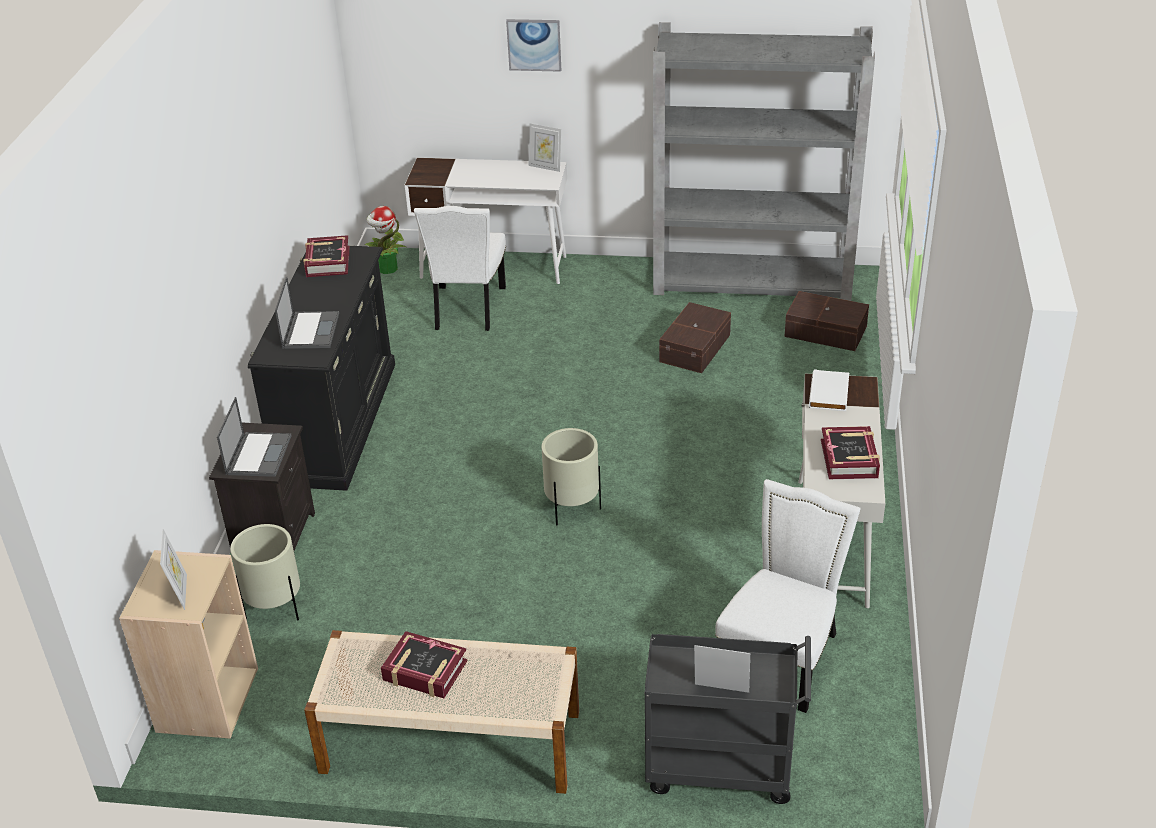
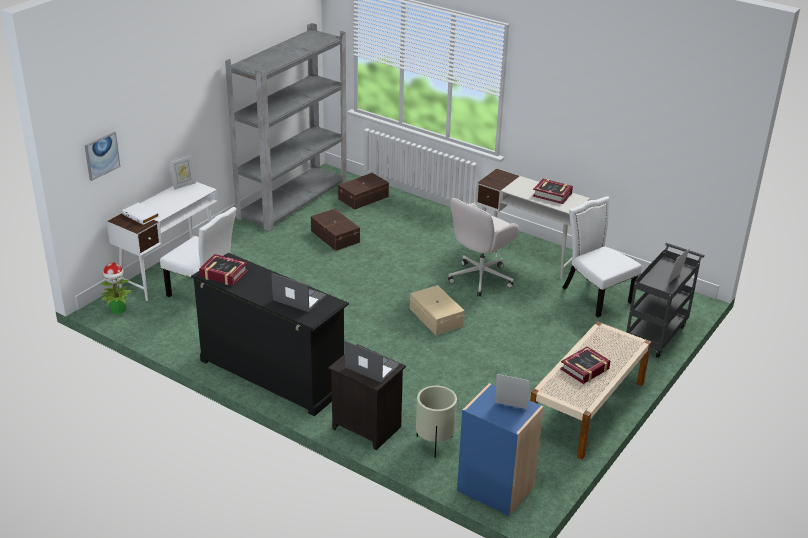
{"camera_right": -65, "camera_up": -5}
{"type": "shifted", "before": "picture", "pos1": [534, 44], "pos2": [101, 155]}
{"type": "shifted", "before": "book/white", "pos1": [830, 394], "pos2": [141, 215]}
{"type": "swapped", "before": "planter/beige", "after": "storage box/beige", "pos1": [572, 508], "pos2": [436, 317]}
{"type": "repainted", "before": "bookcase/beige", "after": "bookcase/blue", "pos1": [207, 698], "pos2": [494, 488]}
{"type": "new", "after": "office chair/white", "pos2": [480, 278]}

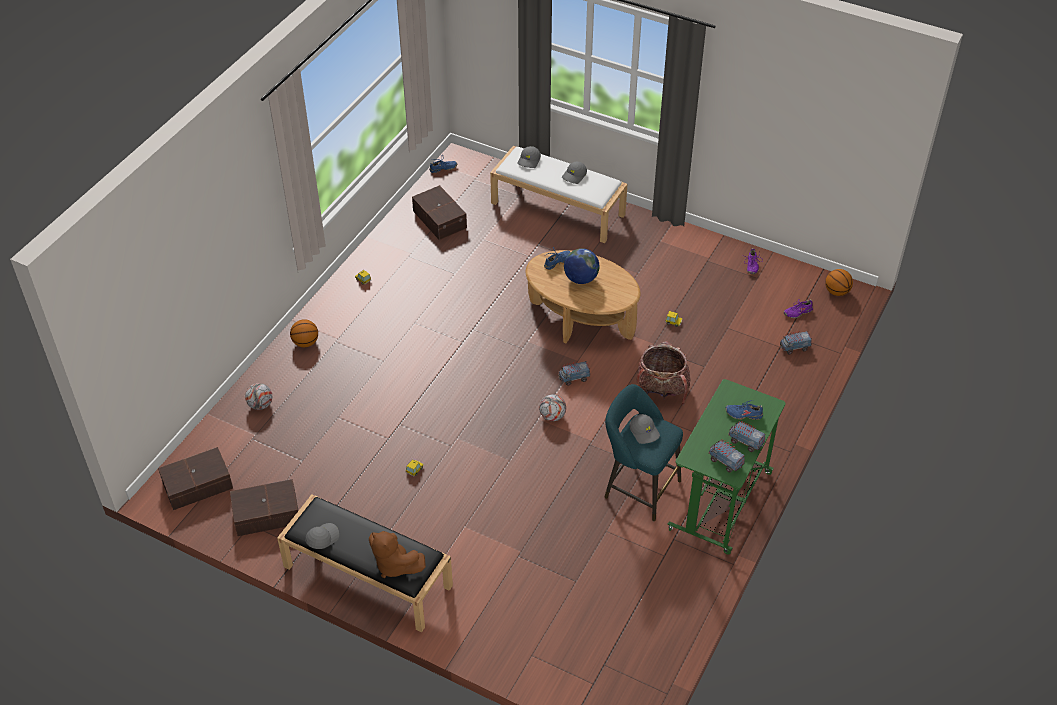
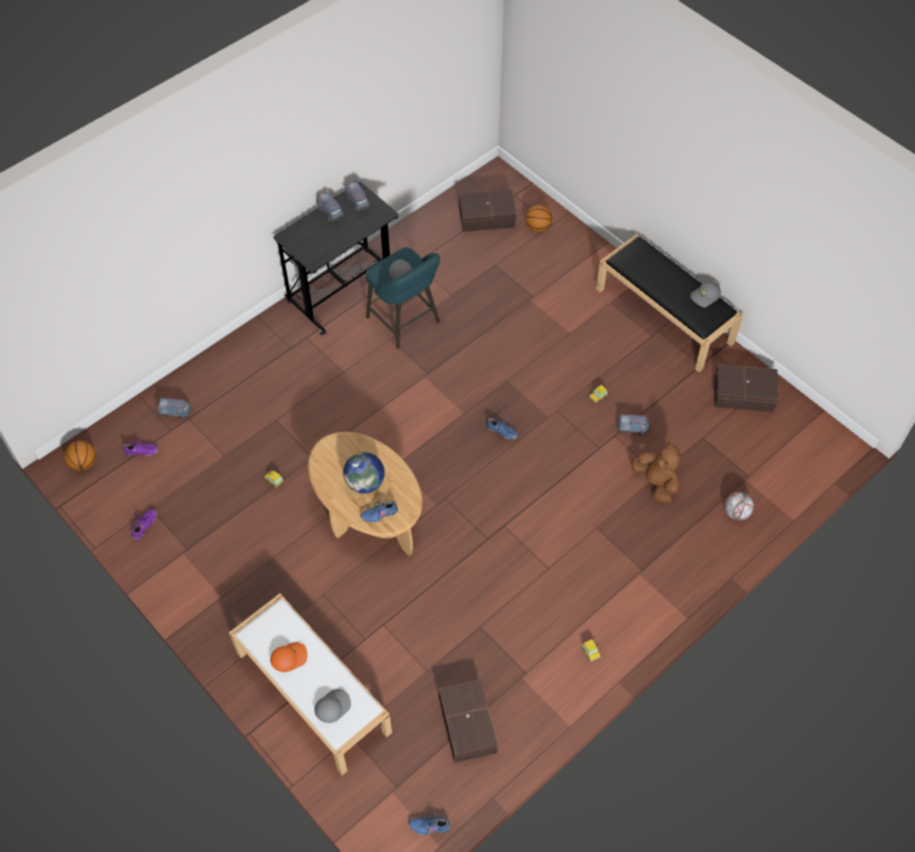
{"camera_right": -160, "camera_up": 10}
{"type": "repainted", "before": "cap/grey", "after": "cap/orange", "pos1": [574, 176], "pos2": [289, 657]}
{"type": "shifted", "before": "basketball", "pos1": [306, 343], "pos2": [537, 227]}
{"type": "gone", "before": "backpack", "pos1": [661, 391]}
{"type": "shifted", "before": "toy truck", "pos1": [574, 378], "pos2": [632, 428]}
{"type": "repainted", "before": "desk/green", "after": "desk/black", "pos1": [720, 501], "pos2": [344, 291]}
{"type": "gone", "before": "football", "pos1": [552, 416]}
{"type": "shifted", "before": "shoe/blue", "pos1": [743, 414], "pos2": [501, 431]}
{"type": "shifted", "before": "storage box/brown", "pos1": [198, 485], "pos2": [486, 216]}
{"type": "shifted", "before": "plush toy/brown", "pos1": [394, 565], "pos2": [656, 483]}

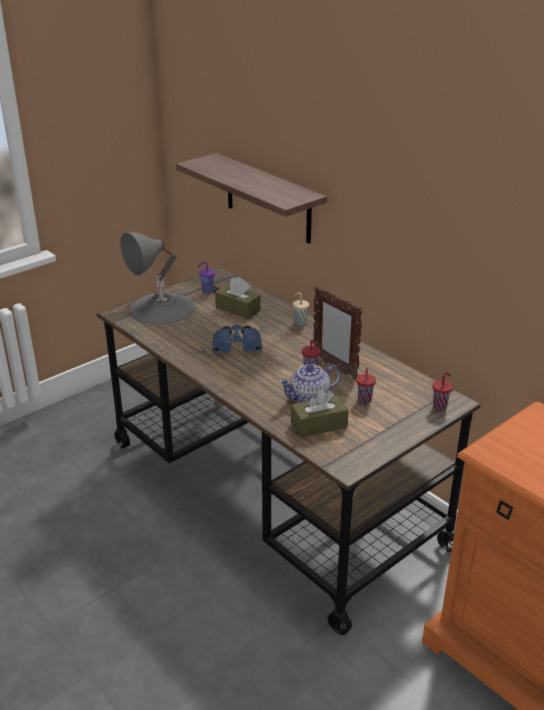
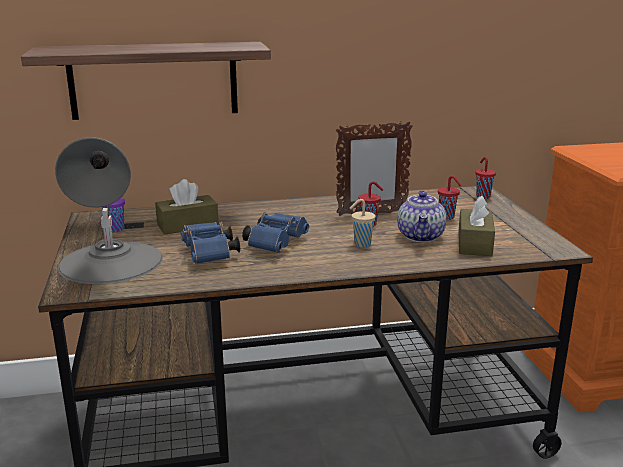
{"camera_right": -60, "camera_up": -10}
{"type": "shifted", "before": "cup/beige", "pos1": [299, 323], "pos2": [361, 244]}
{"type": "new", "after": "binoculars/blue", "pos2": [210, 255]}

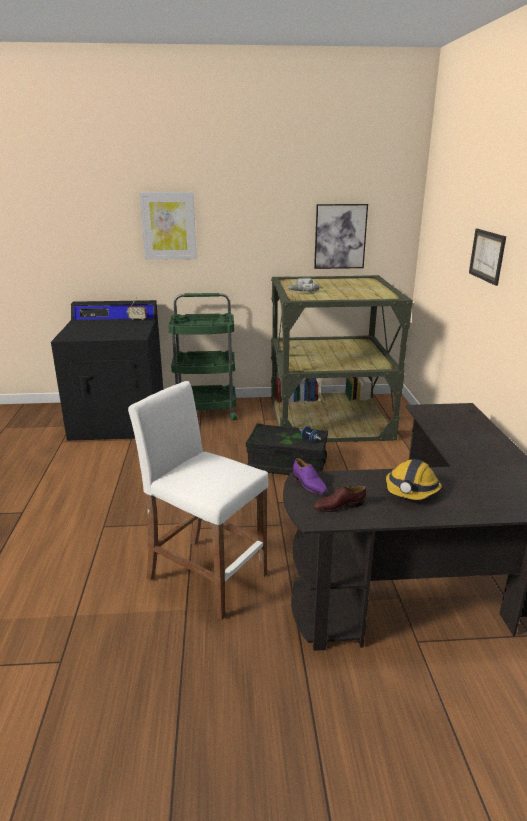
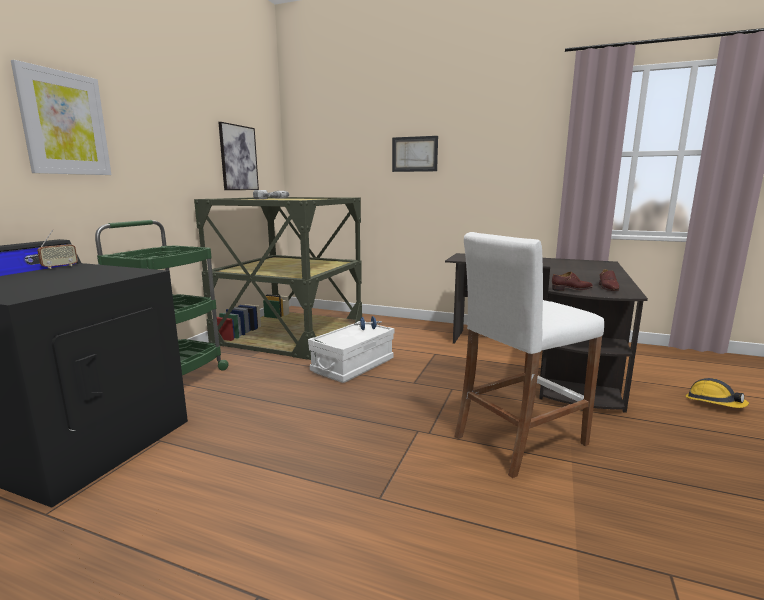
{"camera_right": -65, "camera_up": -10}
{"type": "repainted", "before": "storage box/black", "after": "storage box/white", "pos1": [287, 465], "pos2": [353, 365]}
{"type": "repainted", "before": "shoe/purple", "after": "shoe/brown", "pos1": [309, 484], "pos2": [572, 289]}
{"type": "shifted", "before": "hard hat", "pos1": [411, 490], "pos2": [714, 403]}

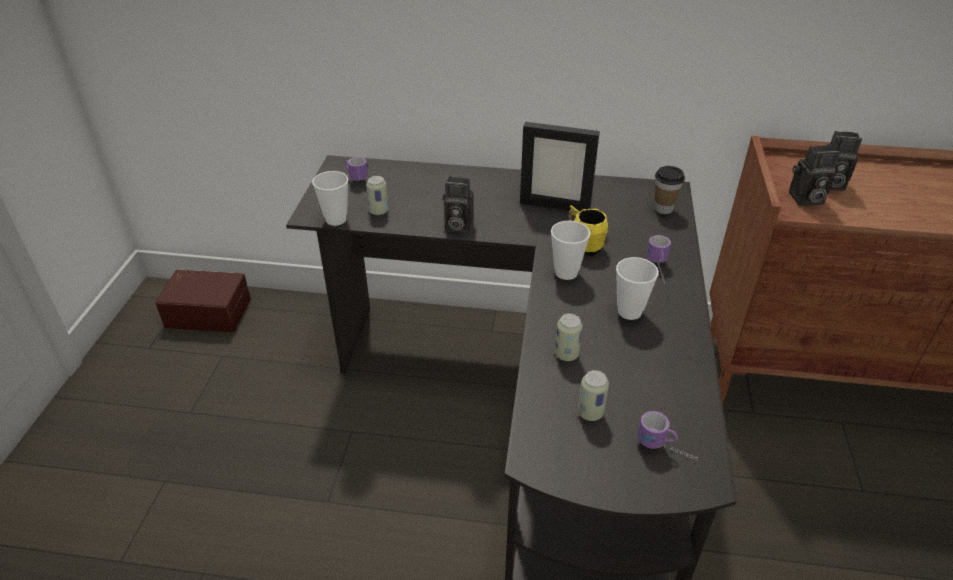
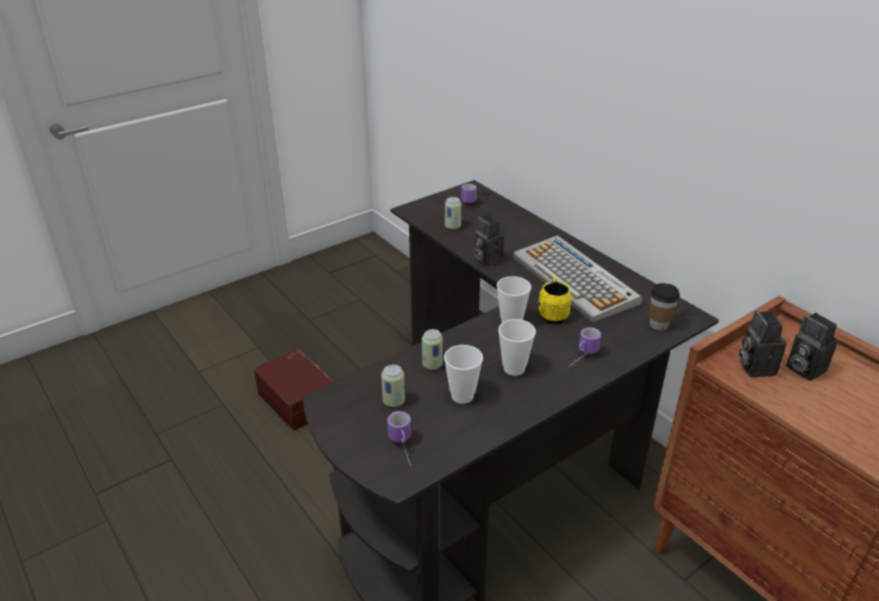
{"camera_right": 45, "camera_up": -5}
{"type": "swapped", "before": "picture frame", "after": "keyboard", "pos1": [555, 205], "pos2": [576, 280]}
{"type": "rotated", "before": "photo camera", "pos1": [805, 199], "pos2": [754, 366], "turn": 45}
{"type": "shifted", "before": "cup", "pos1": [336, 219], "pos2": [462, 396]}
{"type": "shifted", "before": "storage box/brown", "pos1": [209, 311], "pos2": [298, 399]}

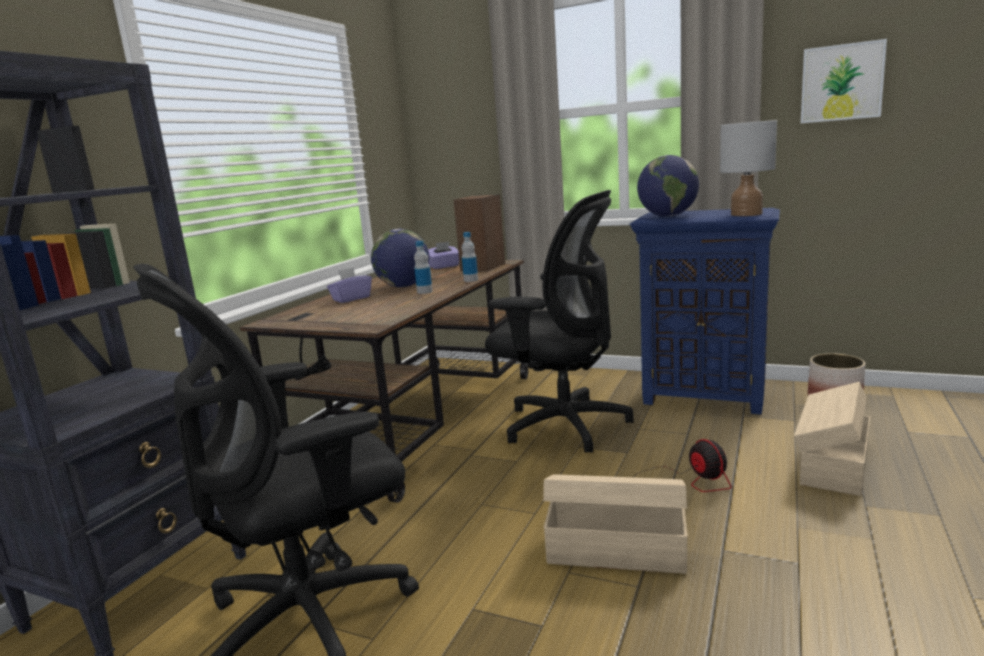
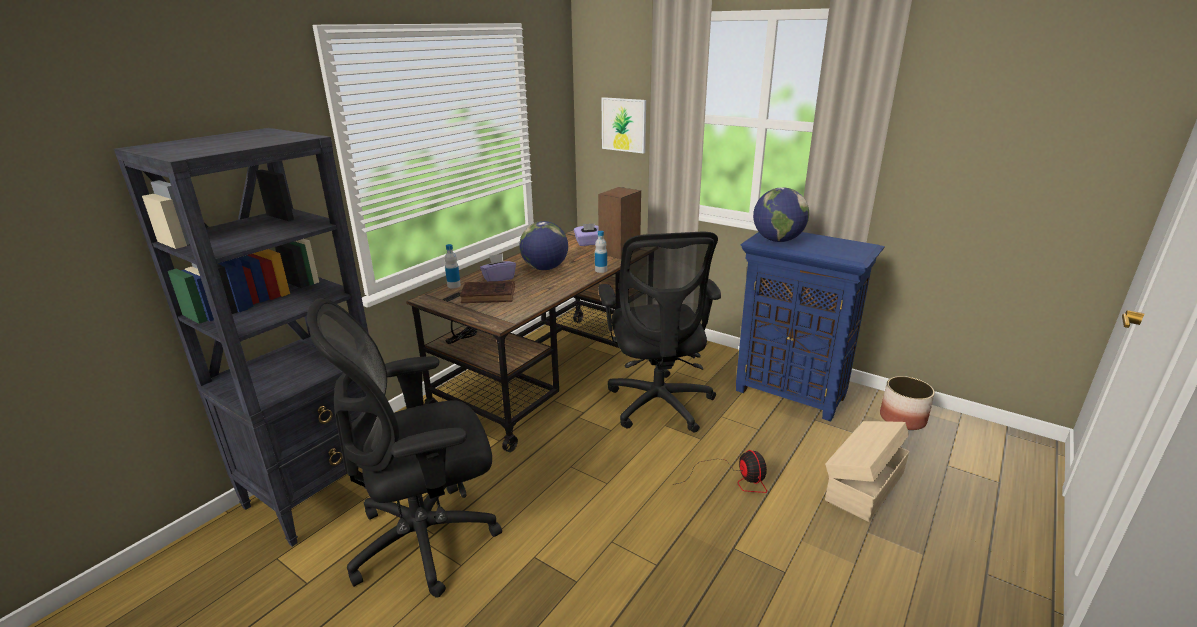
{"camera_right": 10, "camera_up": 10}
{"type": "shifted", "before": "picture", "pos1": [841, 82], "pos2": [624, 125]}
{"type": "gone", "before": "table lamp/grey", "pos1": [746, 214]}
{"type": "rotated", "before": "office chair/black", "pos1": [557, 425], "pos2": [656, 400], "turn": 45}
{"type": "shifted", "before": "bottle", "pos1": [424, 292], "pos2": [454, 285]}
{"type": "gone", "before": "storage box/beige", "pos1": [614, 548]}
{"type": "new", "after": "book/brown", "pos2": [490, 295]}

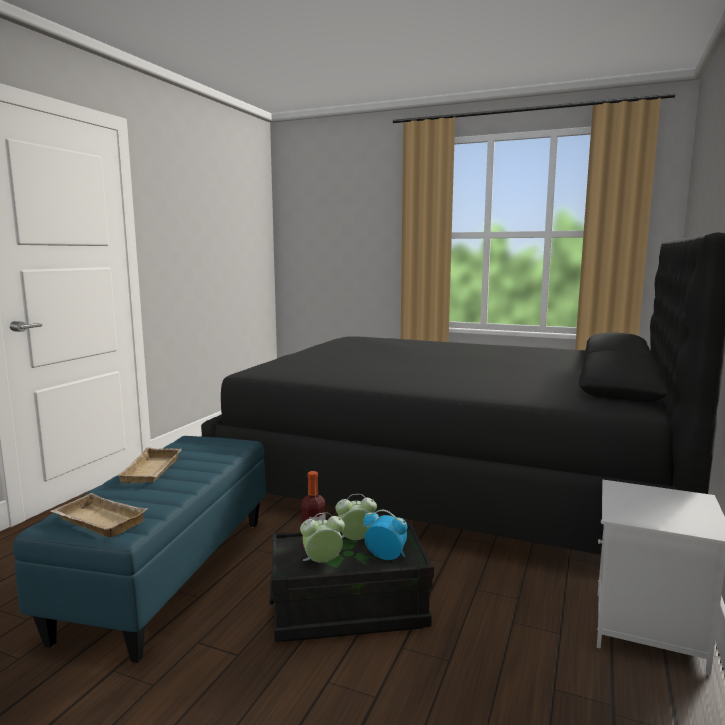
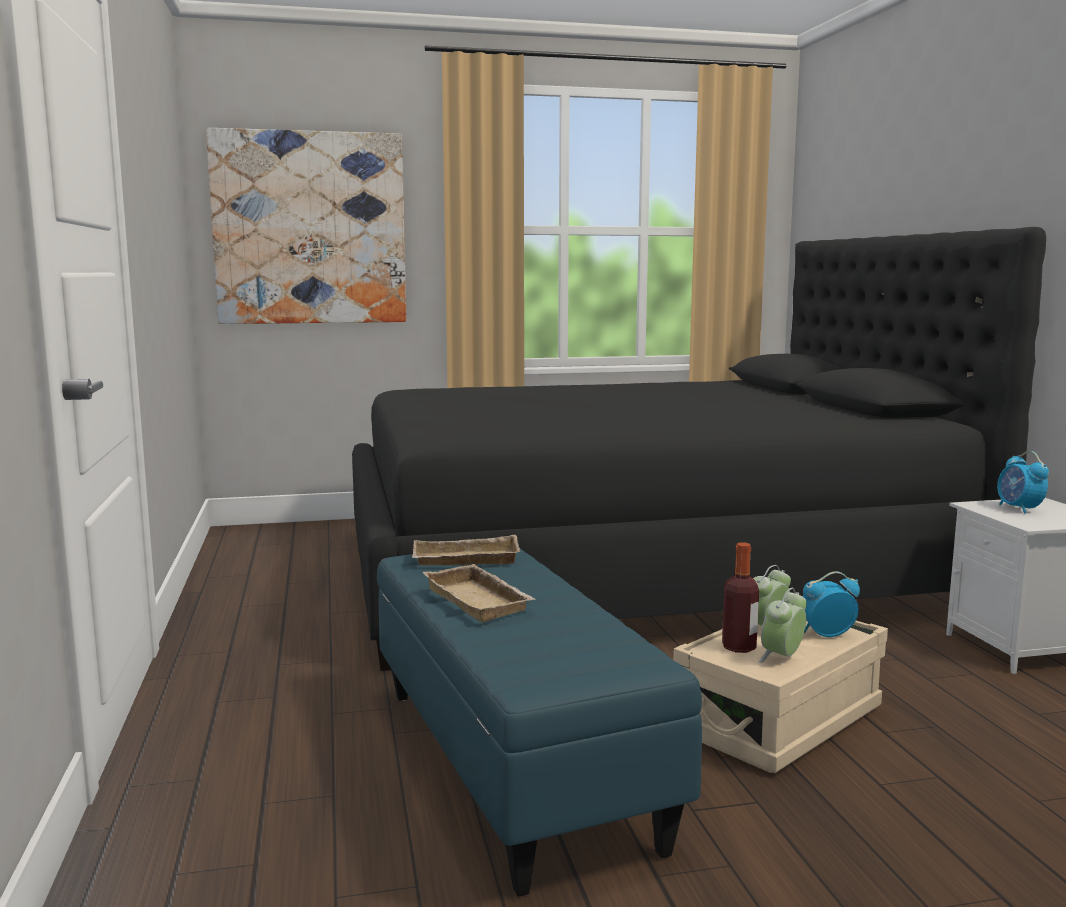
{"camera_right": -35, "camera_up": 0}
{"type": "shifted", "before": "tray/beige", "pos1": [97, 522], "pos2": [464, 560]}
{"type": "repainted", "before": "storage box/black", "after": "storage box/beige", "pos1": [348, 609], "pos2": [779, 721]}
{"type": "new", "after": "picture", "pos2": [310, 228]}
{"type": "new", "after": "alarm clock", "pos2": [1019, 509]}

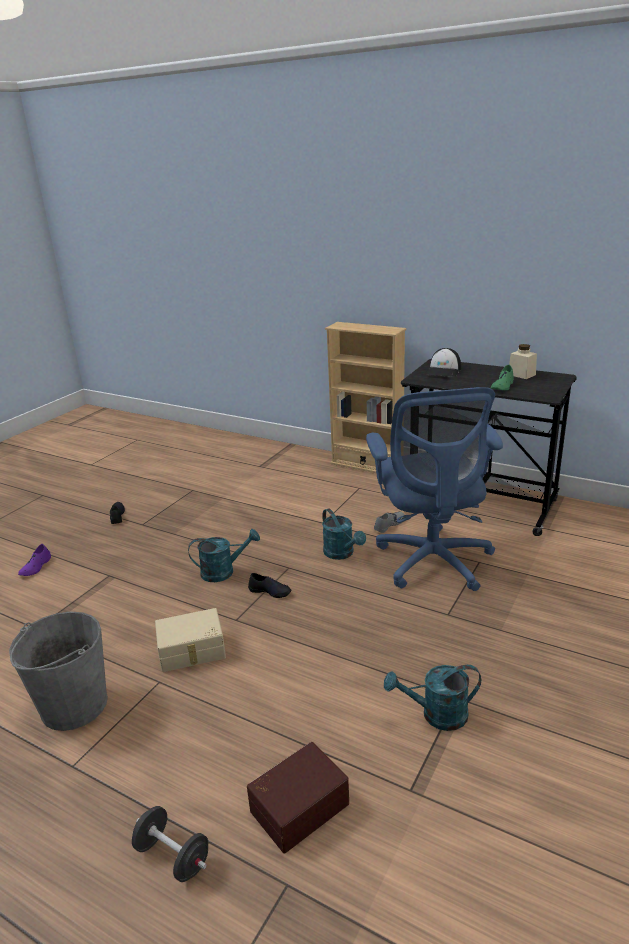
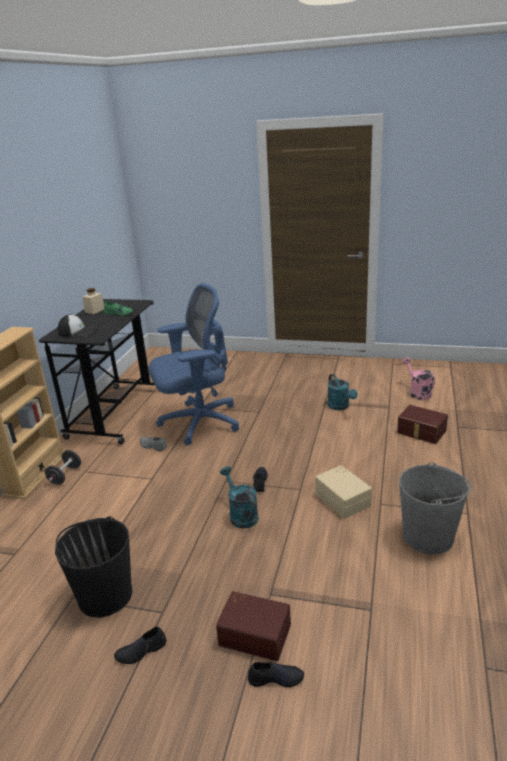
{"camera_right": -105, "camera_up": 0}
{"type": "gone", "before": "watering can/turquoise", "pos1": [342, 554]}
{"type": "repainted", "before": "shoe/purple", "after": "shoe/black", "pos1": [36, 567], "pos2": [276, 678]}
{"type": "shifted", "before": "dumbbell/black", "pos1": [173, 856], "pos2": [65, 475]}
{"type": "new", "after": "watering can/pink", "pos2": [417, 392]}
{"type": "new", "after": "bucket/black", "pos2": [105, 595]}
{"type": "new", "after": "storage box/brown", "pos2": [255, 633]}

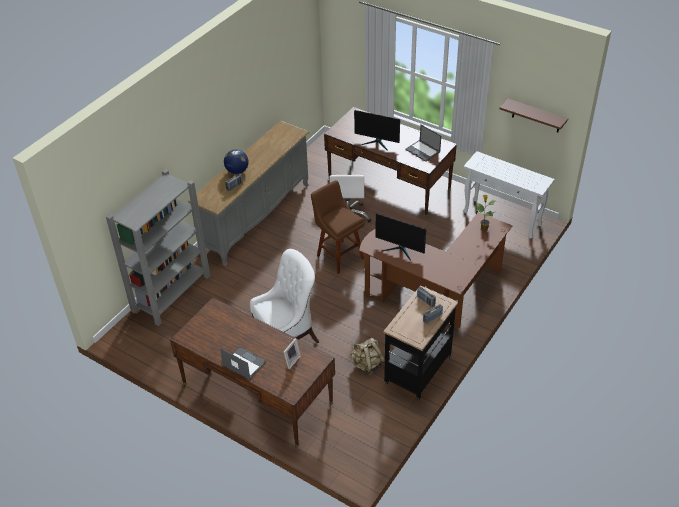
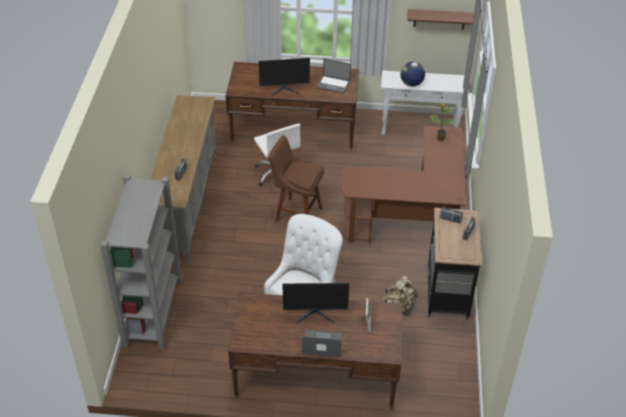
{"camera_right": -30, "camera_up": 0}
{"type": "shifted", "before": "globe", "pos1": [237, 171], "pos2": [411, 84]}
{"type": "shifted", "before": "monitor", "pos1": [400, 249], "pos2": [315, 313]}

